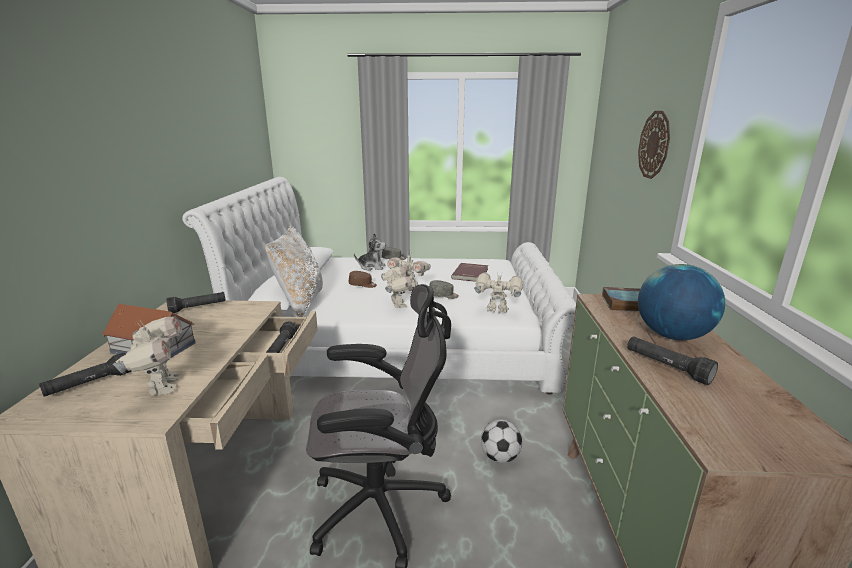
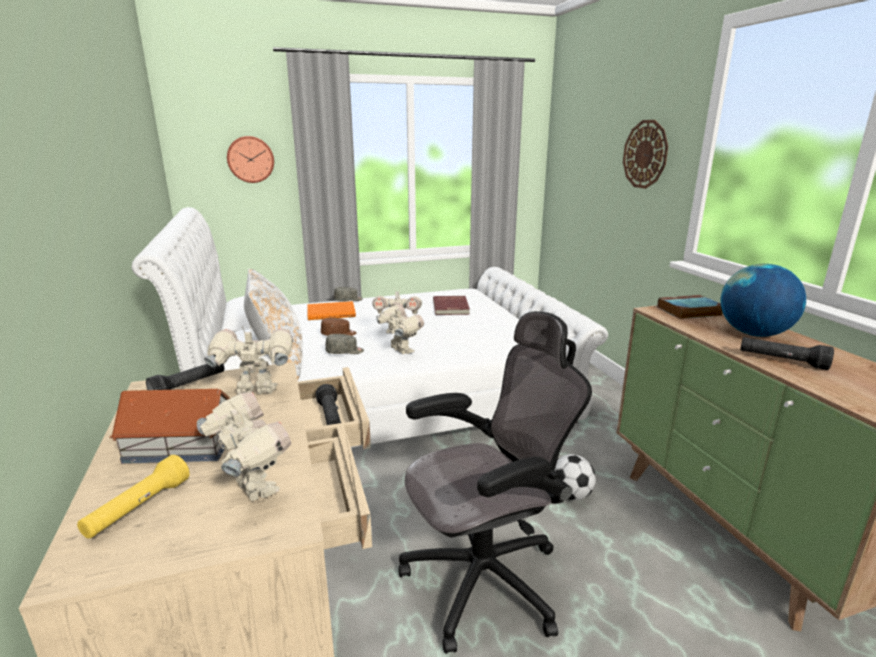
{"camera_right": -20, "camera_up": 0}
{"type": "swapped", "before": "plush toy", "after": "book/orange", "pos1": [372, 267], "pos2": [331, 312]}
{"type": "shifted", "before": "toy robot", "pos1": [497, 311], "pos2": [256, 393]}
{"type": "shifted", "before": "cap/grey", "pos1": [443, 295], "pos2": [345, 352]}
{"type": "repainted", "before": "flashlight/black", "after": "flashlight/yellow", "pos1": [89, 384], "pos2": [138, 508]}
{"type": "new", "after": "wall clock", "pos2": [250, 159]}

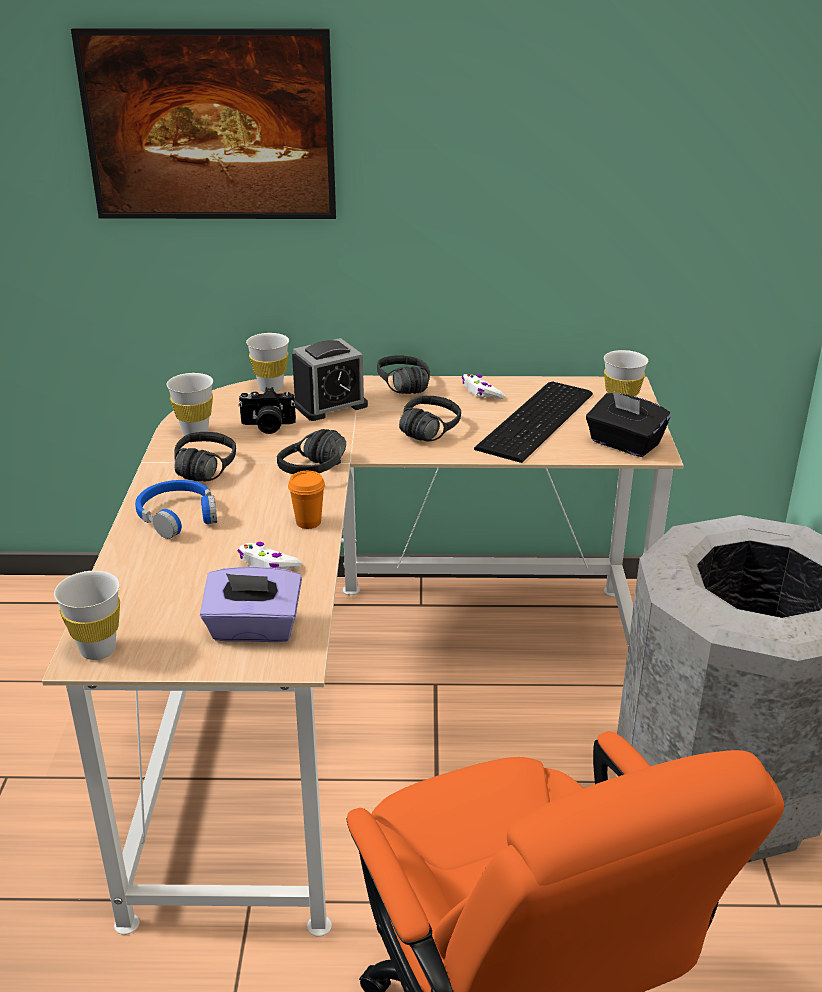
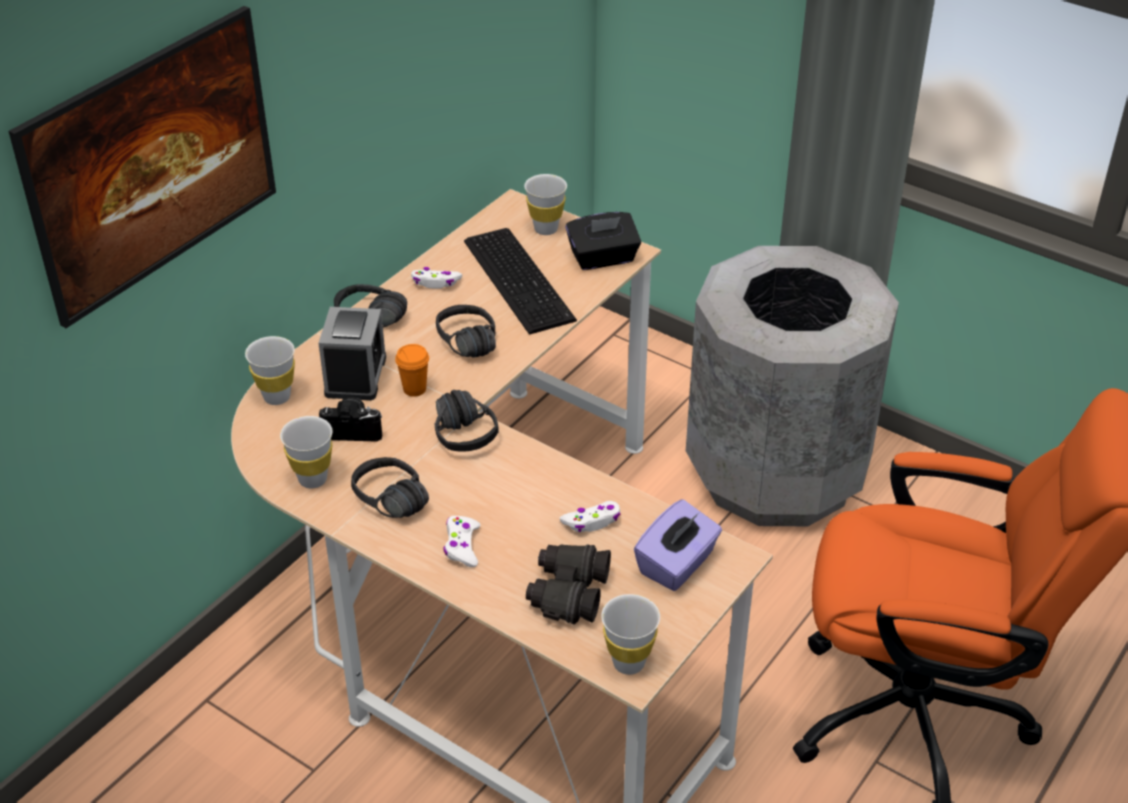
{"camera_right": -55, "camera_up": 10}
{"type": "rotated", "before": "photo camera", "pos1": [267, 426], "pos2": [354, 429], "turn": -120}
{"type": "shifted", "before": "cup/orange", "pos1": [308, 522], "pos2": [414, 389]}
{"type": "swapped", "before": "headphones/blue", "after": "game controller/white", "pos1": [178, 516], "pos2": [462, 546]}
{"type": "new", "after": "binoculars/black", "pos2": [567, 593]}

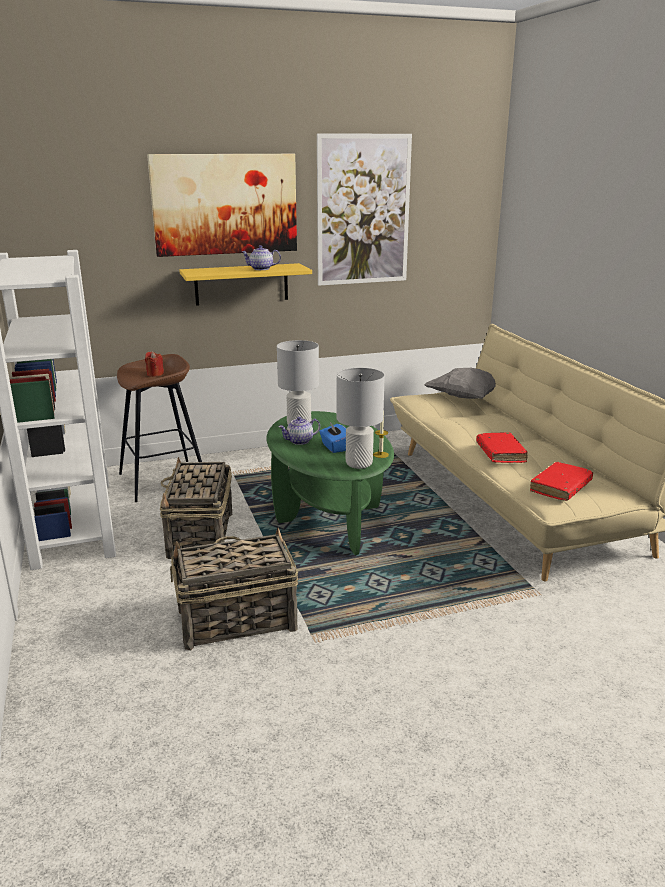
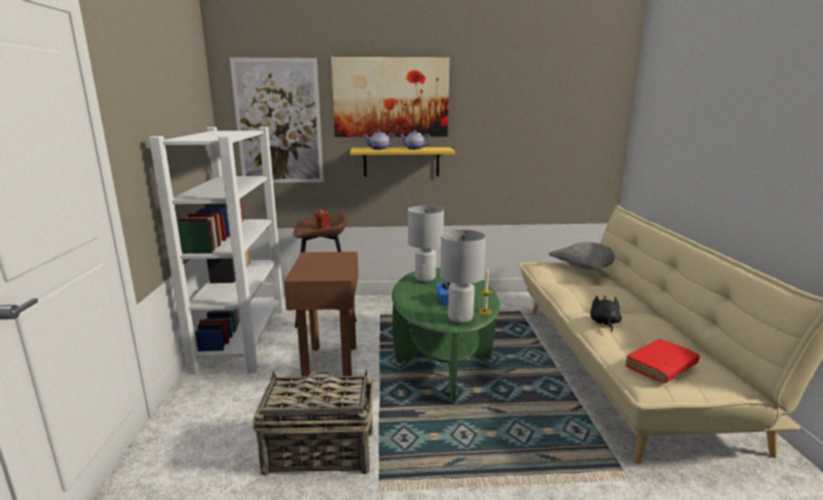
{"camera_right": 15, "camera_up": -5}
{"type": "shifted", "before": "picture", "pos1": [363, 210], "pos2": [278, 122]}
{"type": "shifted", "before": "teapot", "pos1": [299, 441], "pos2": [379, 149]}
{"type": "swapped", "before": "book/red", "after": "plush toy/black", "pos1": [500, 453], "pos2": [604, 323]}
{"type": "swapped", "before": "basket", "after": "side table/brown", "pos1": [200, 535], "pos2": [329, 363]}

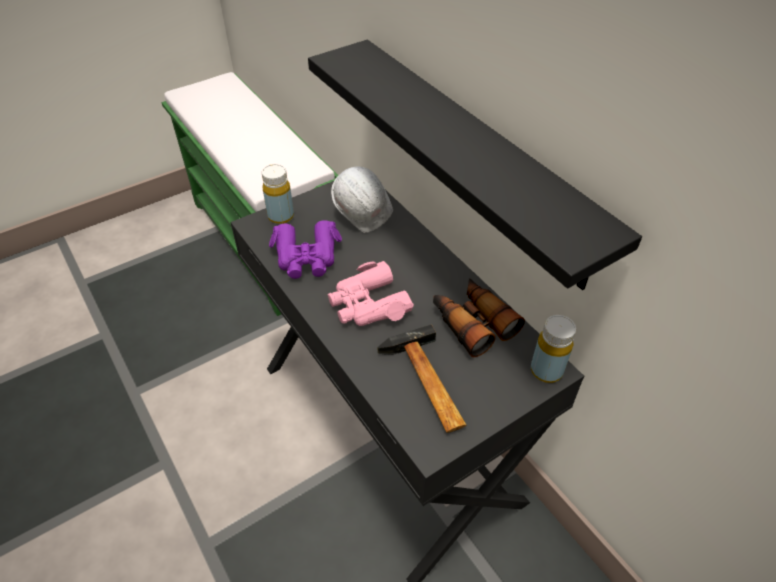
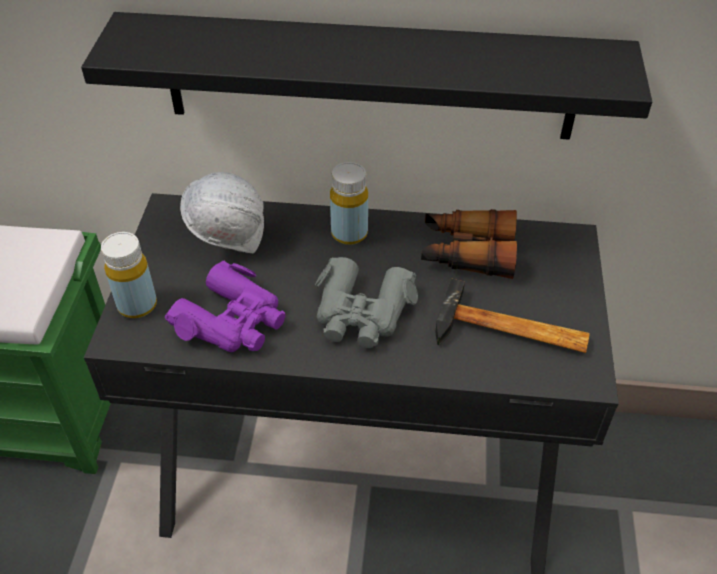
{"camera_right": -50, "camera_up": 0}
{"type": "repainted", "before": "binoculars/pink", "after": "binoculars/grey", "pos1": [368, 304], "pos2": [361, 313]}
{"type": "shifted", "before": "bottle/yellow", "pos1": [546, 371], "pos2": [349, 233]}

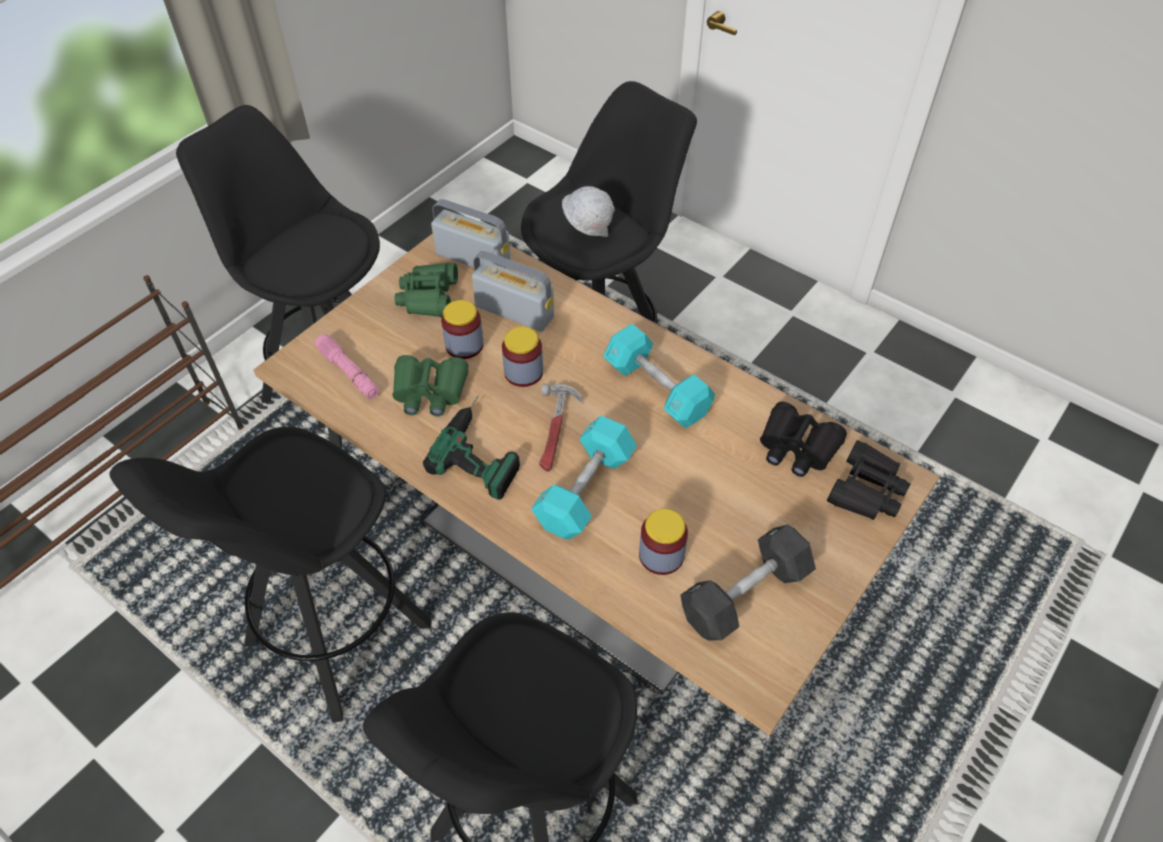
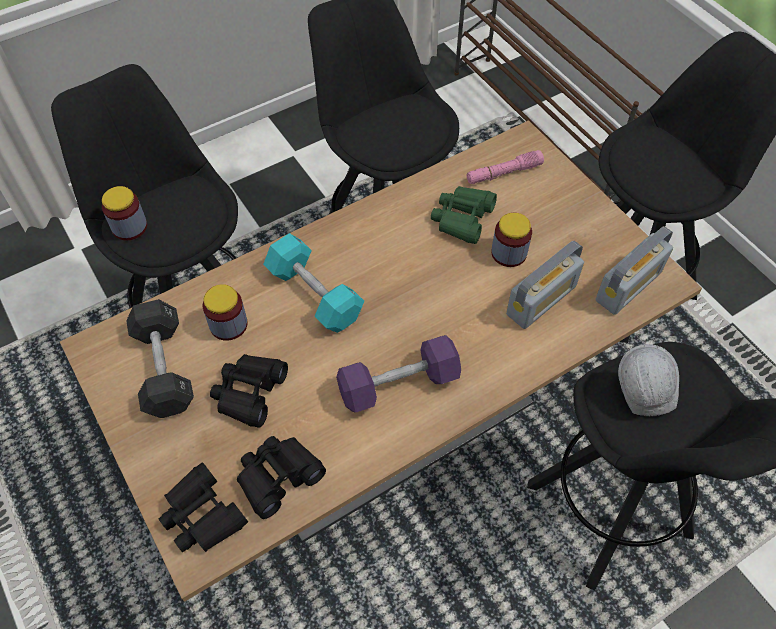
{"camera_right": 110, "camera_up": 5}
{"type": "gone", "before": "binoculars/green", "pos1": [428, 297]}
{"type": "repainted", "before": "dumbbell/turquoise", "after": "dumbbell/purple", "pos1": [656, 389], "pos2": [398, 384]}
{"type": "shifted", "before": "jar", "pos1": [523, 372], "pos2": [129, 227]}
{"type": "gone", "before": "hammer", "pos1": [556, 430]}
{"type": "gone", "before": "power drill", "pos1": [484, 448]}
{"type": "new", "after": "binoculars/black", "pos2": [249, 392]}

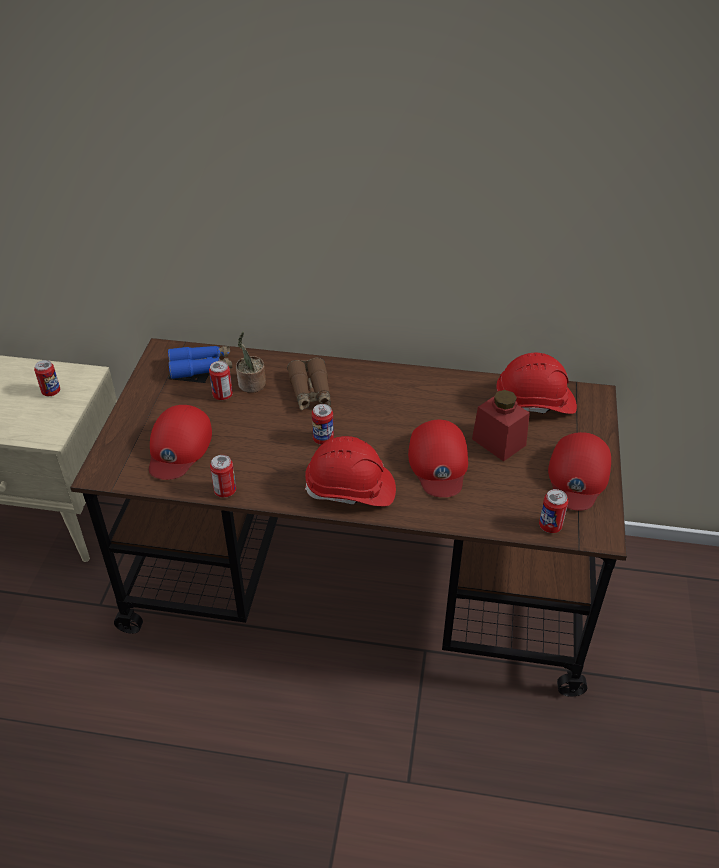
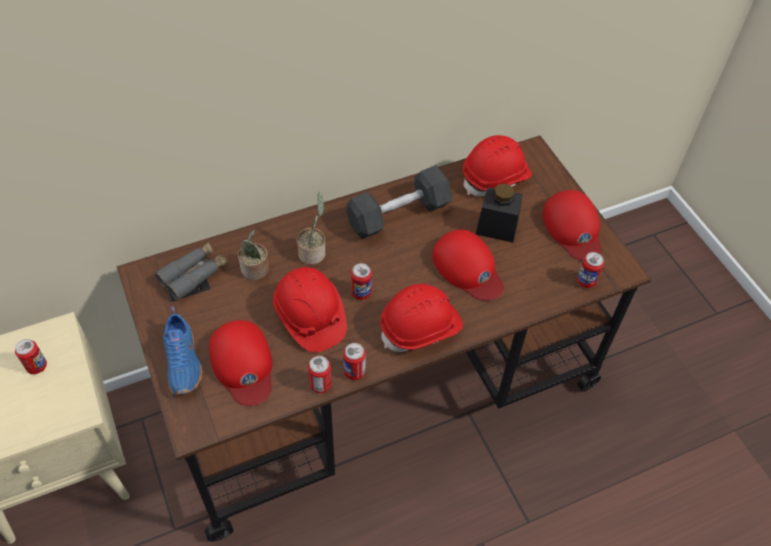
{"camera_right": -35, "camera_up": 10}
{"type": "repainted", "before": "binoculars/blue", "after": "binoculars/grey", "pos1": [201, 367], "pos2": [194, 274]}
{"type": "swapped", "before": "binoculars/brown", "after": "potted plant", "pos1": [310, 392], "pos2": [313, 252]}
{"type": "shifted", "before": "can", "pos1": [222, 395], "pos2": [354, 372]}
{"type": "repainted", "before": "jar/red", "after": "jar/black", "pos1": [498, 442], "pos2": [497, 227]}
{"type": "new", "after": "dumbbell/grey", "pos2": [398, 214]}
{"type": "new", "after": "hard hat/red", "pos2": [310, 317]}
{"type": "new", "after": "shoe/blue", "pos2": [184, 361]}

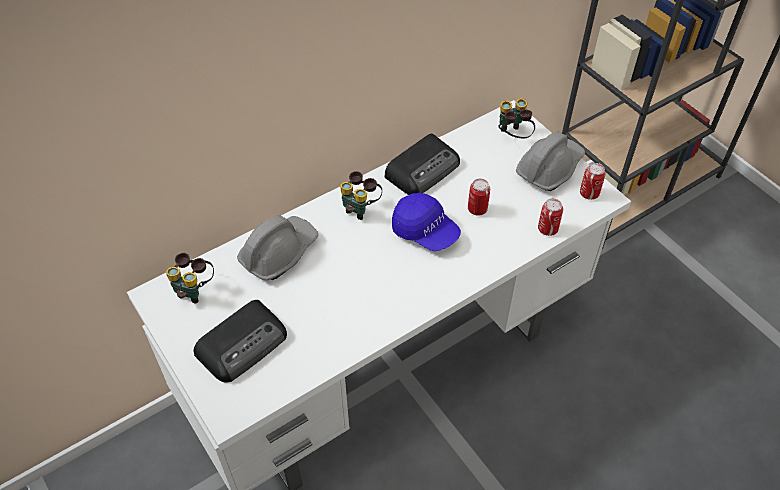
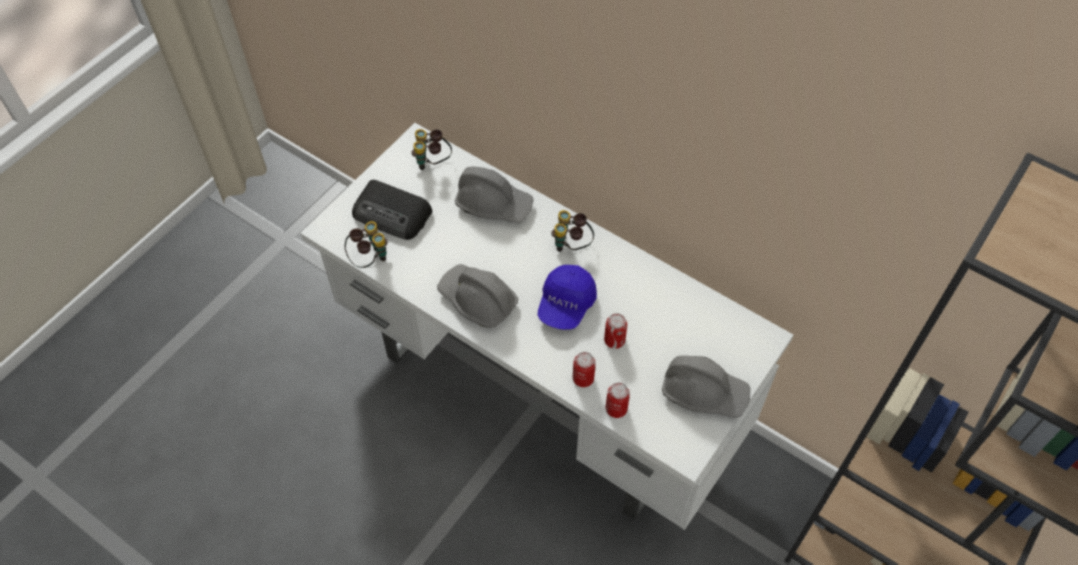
{"camera_right": 70, "camera_up": 5}
{"type": "shifted", "before": "binoculars", "pos1": [512, 136], "pos2": [369, 259]}
{"type": "gone", "before": "radio", "pos1": [423, 169]}
{"type": "shifted", "before": "can", "pos1": [589, 193], "pos2": [583, 378]}
{"type": "new", "after": "hard hat/grey", "pos2": [477, 300]}

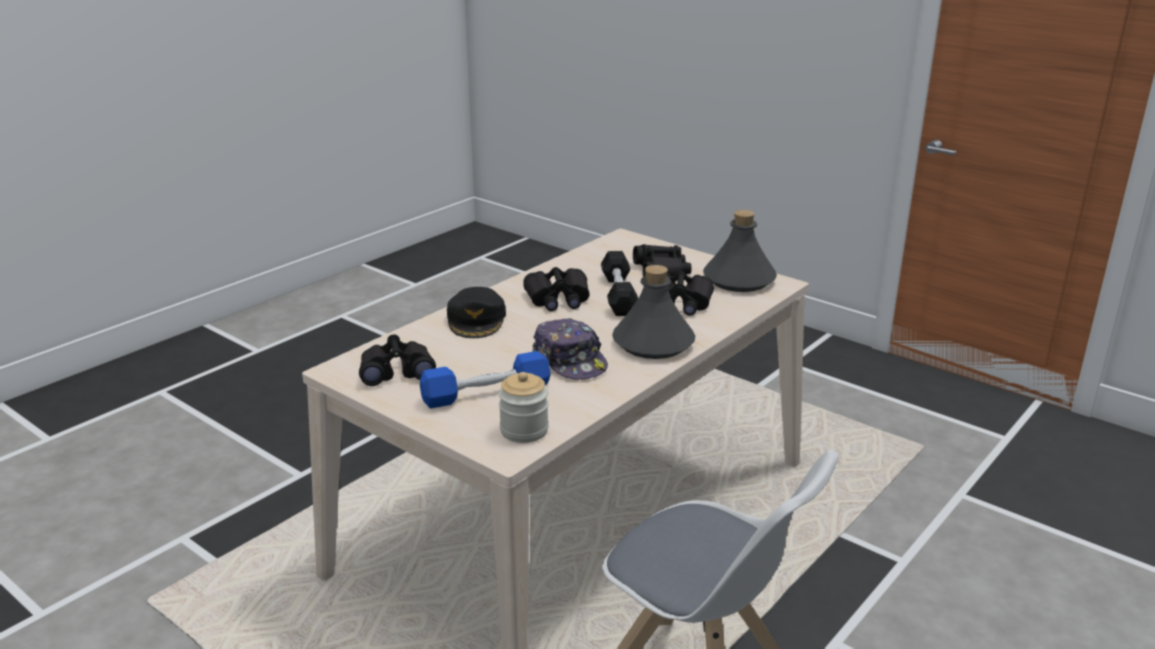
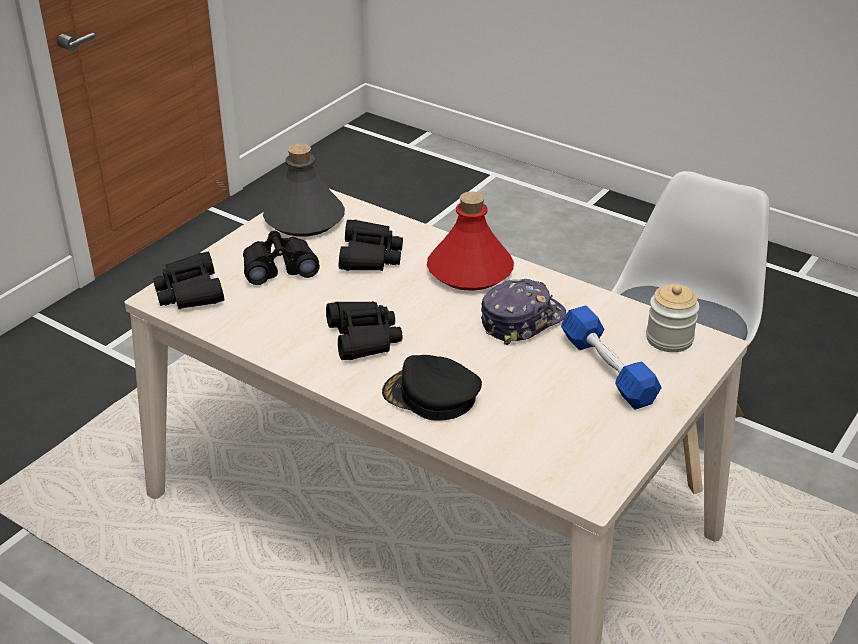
{"camera_right": -95, "camera_up": 10}
{"type": "gone", "before": "dumbbell/black", "pos1": [618, 294]}
{"type": "repainted", "before": "bottle/grey", "after": "bottle/red", "pos1": [654, 343], "pos2": [469, 270]}
{"type": "rotated", "before": "cap/black", "pos1": [477, 320], "pos2": [431, 396], "turn": -150}
{"type": "shifted", "before": "binoculars/black", "pos1": [397, 372], "pos2": [190, 292]}

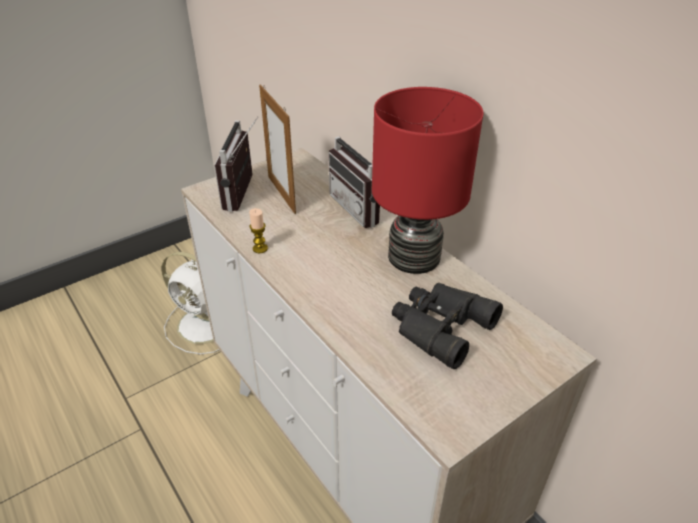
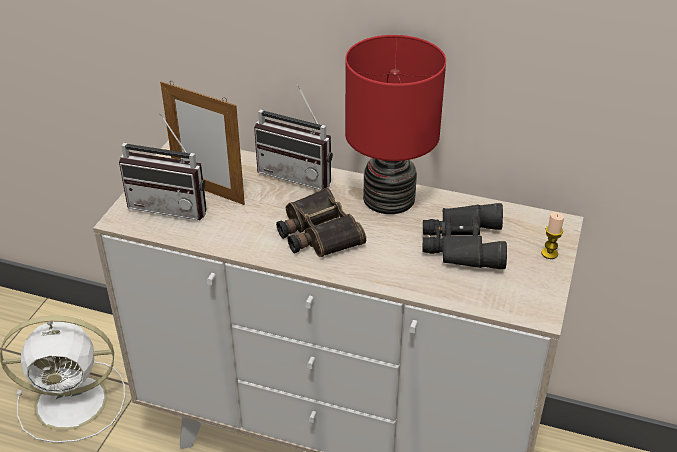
{"camera_right": -35, "camera_up": 0}
{"type": "rotated", "before": "radio", "pos1": [246, 194], "pos2": [172, 205], "turn": -45}
{"type": "shifted", "before": "candle", "pos1": [260, 248], "pos2": [549, 253]}
{"type": "new", "after": "binoculars", "pos2": [317, 233]}

